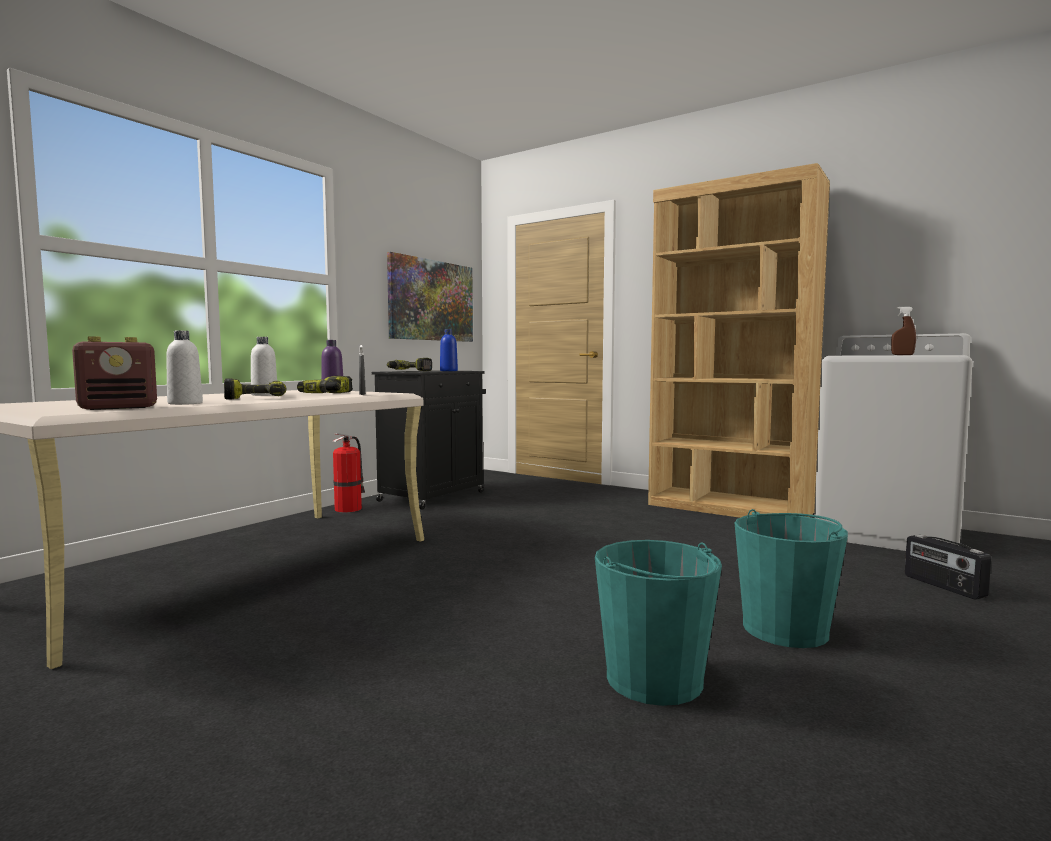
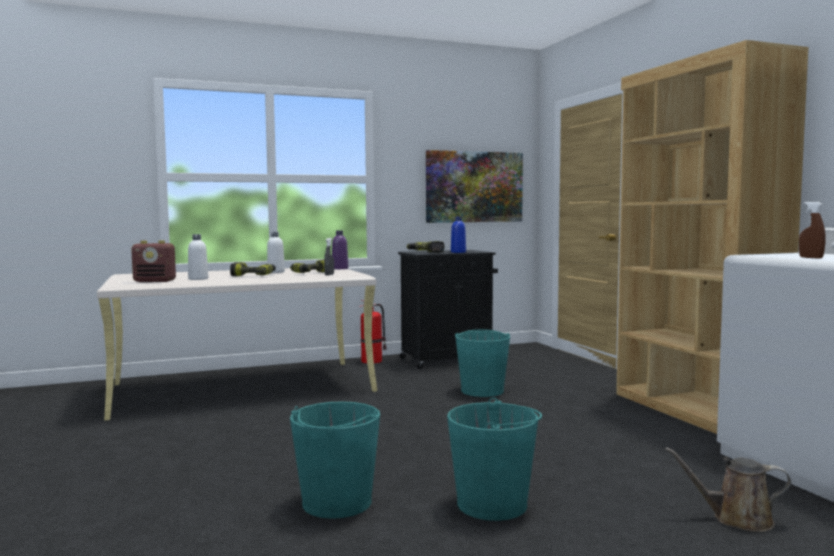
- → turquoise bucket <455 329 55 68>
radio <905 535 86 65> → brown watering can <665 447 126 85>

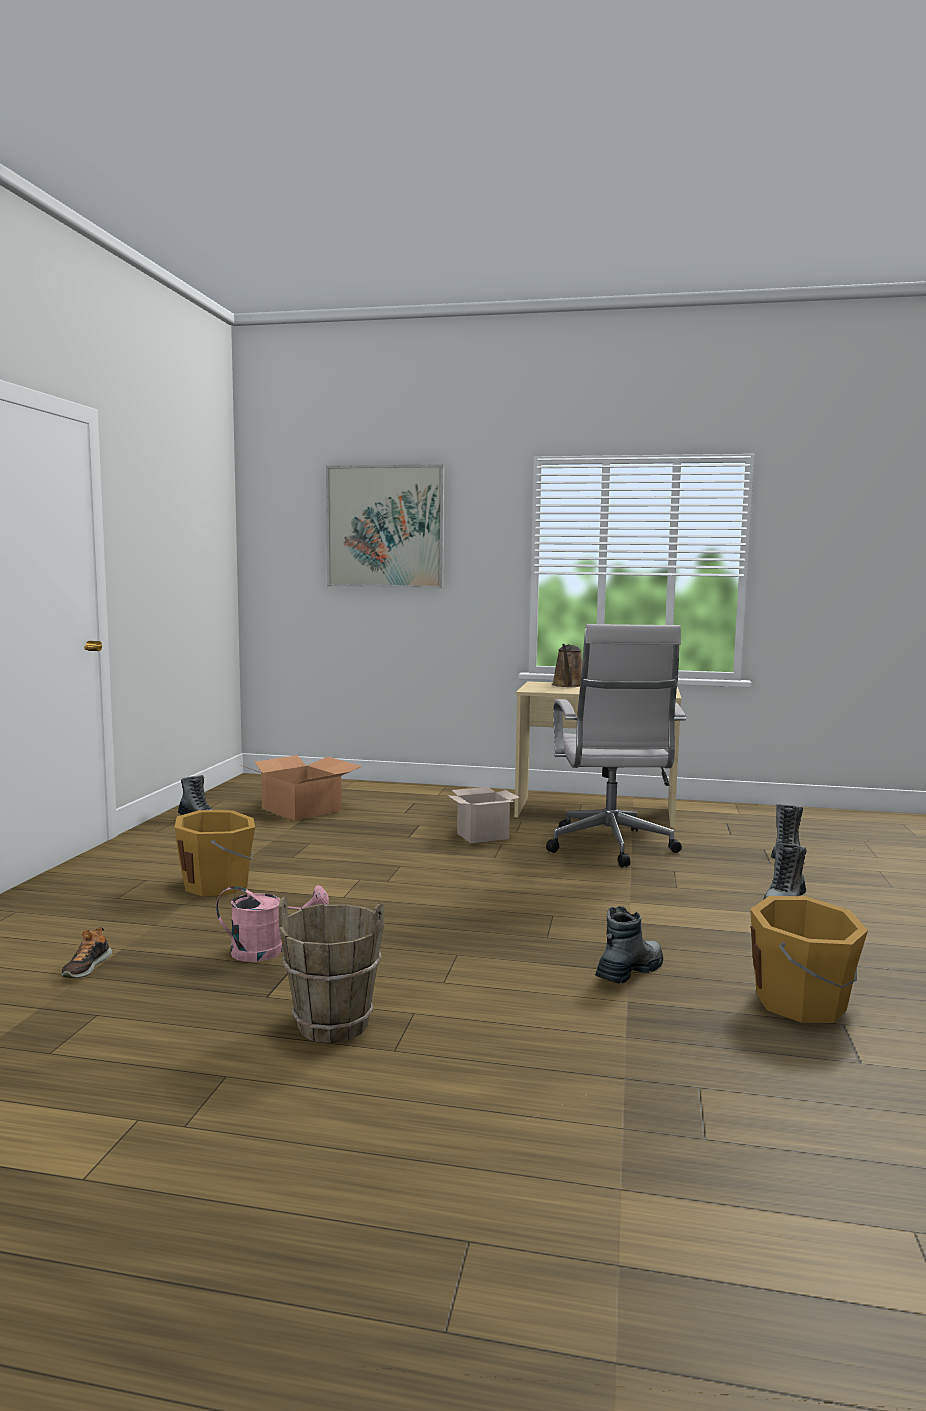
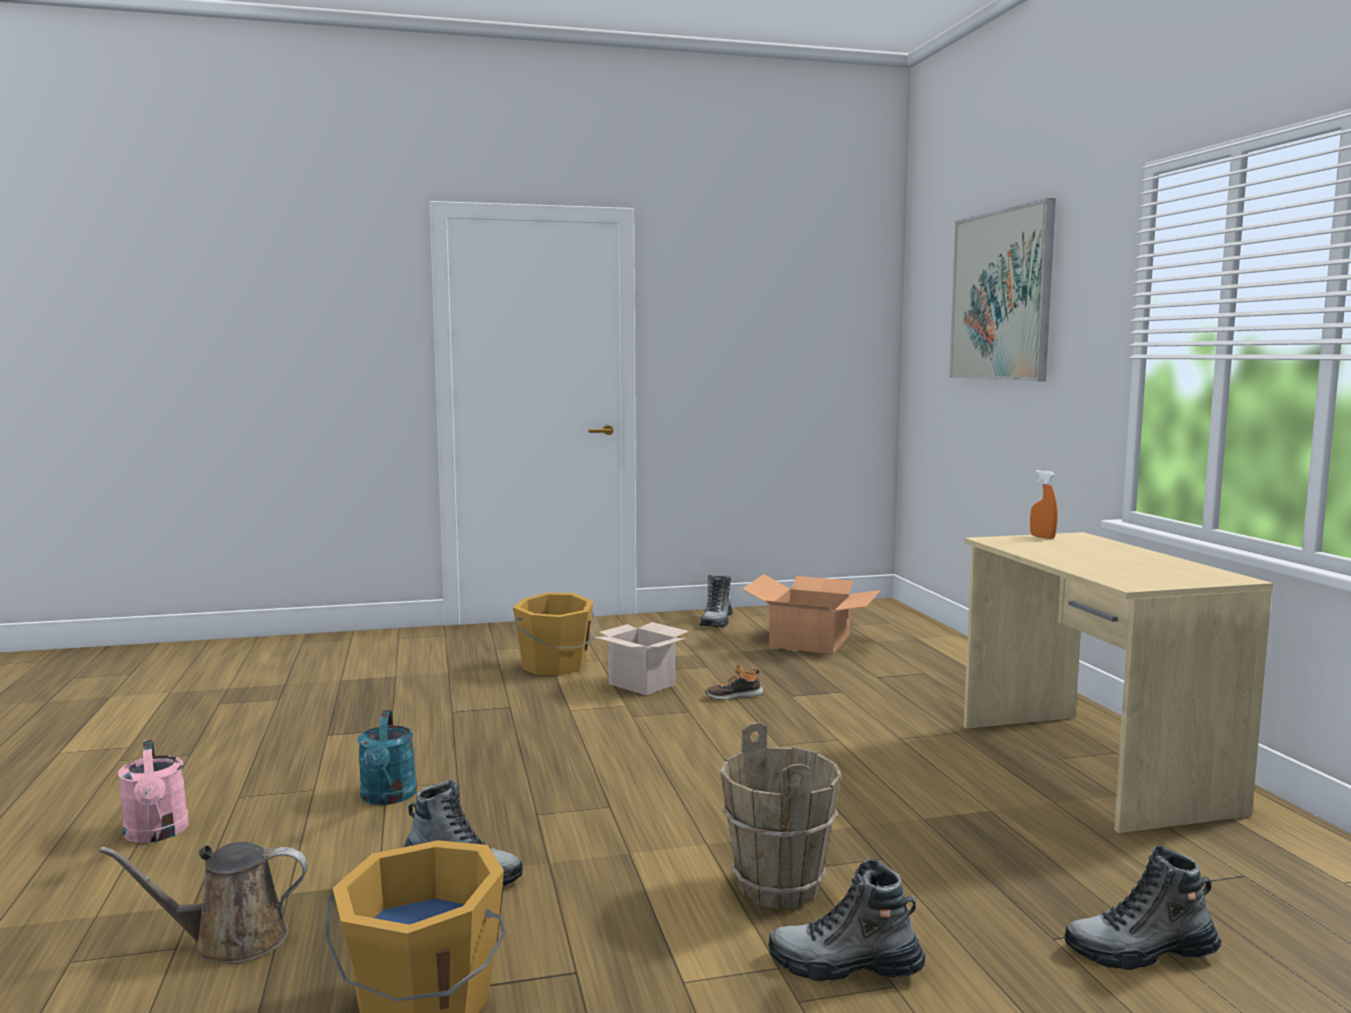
brown watering can <552 644 31 43> → brown watering can <99 842 209 122>, move
pink watering can <216 885 113 77> → pink watering can <118 739 71 104>, move
- → turquoise watering can <357 710 60 95>
cardboard box <447 787 73 56> → cardboard box <594 622 95 73>, move
shoe <61 927 51 51> → shoe <705 665 58 35>, move
brown bucket <279 897 105 146> → brown bucket <720 722 122 187>, move
- → orange spray bottle <1030 470 28 69>
white office chair <546 624 140 243> → -

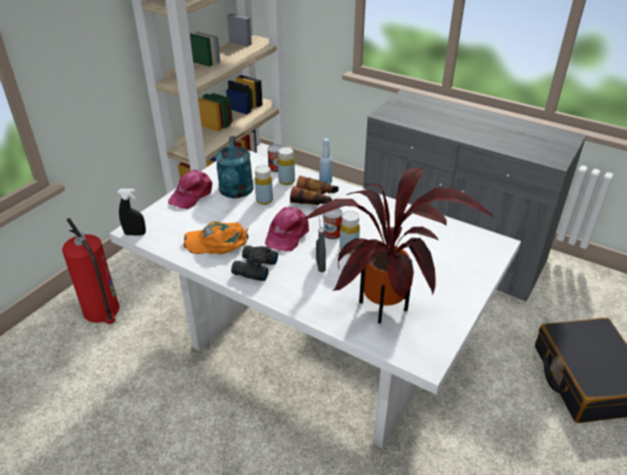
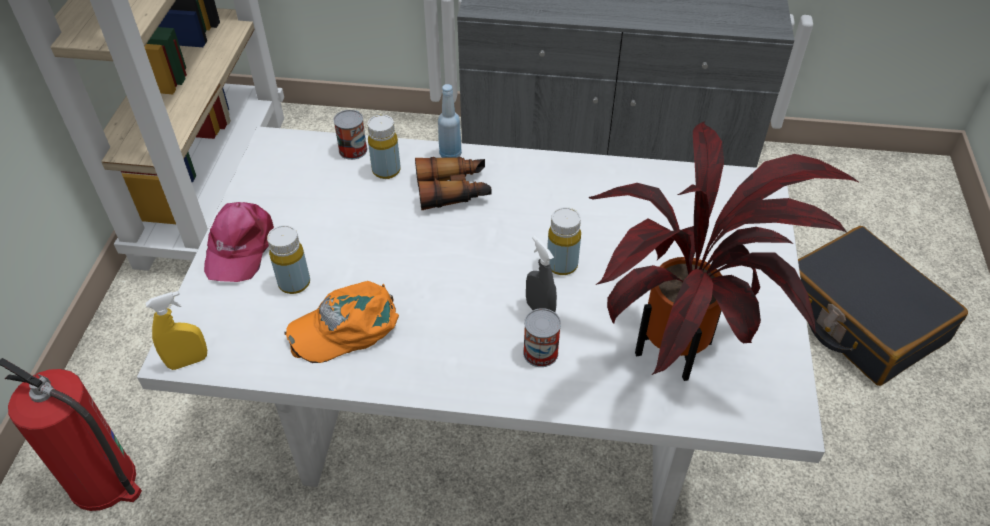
black spray bottle <118 189 28 46> → yellow spray bottle <146 291 61 79>
yellow bottle <255 165 18 40> → yellow bottle <267 225 43 69>, move
can <323 208 20 32> → can <523 308 38 59>, move
turquoise watering can <215 136 39 62> → -
black binoculars <231 245 47 36> → -
pink cap <265 207 44 44> → -

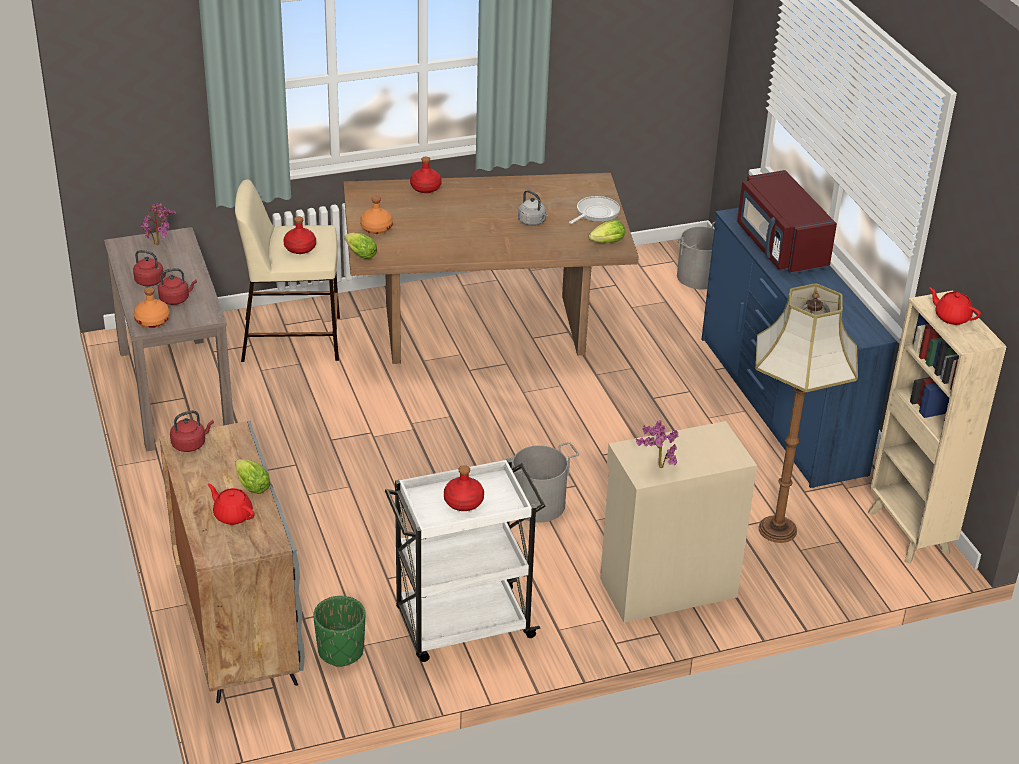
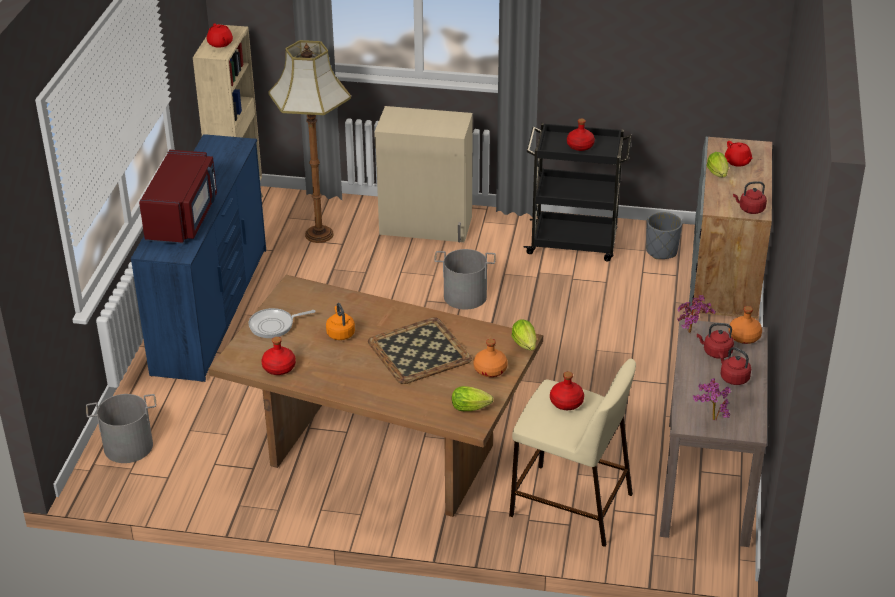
red bottle <410 157 32 36> → red bottle <261 337 35 38>, move
grey kettle <518 190 30 36> → orange kettle <326 303 29 37>
- → tray <368 317 104 67>
lettuce <588 220 37 23> → lettuce <452 386 42 25>, move
white cart <385 459 161 203> → black cart <524 123 108 139>
green planter <313 596 52 71> → grey planter <646 212 36 47>
potted plant <636 420 43 48> → potted plant <677 295 38 38>, move

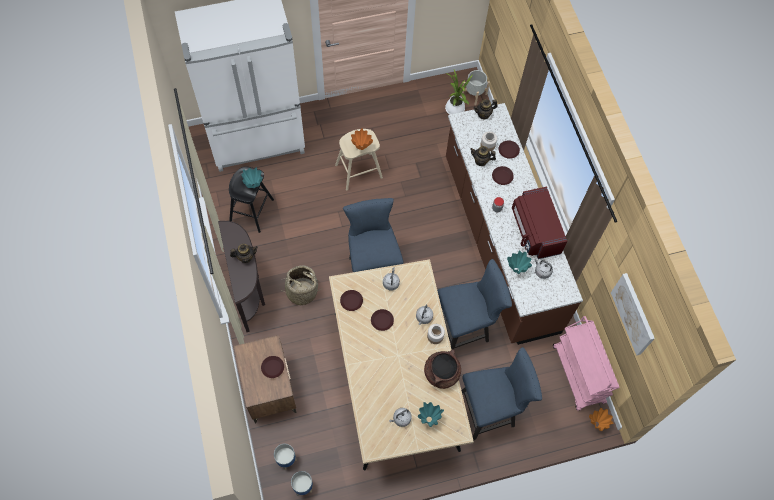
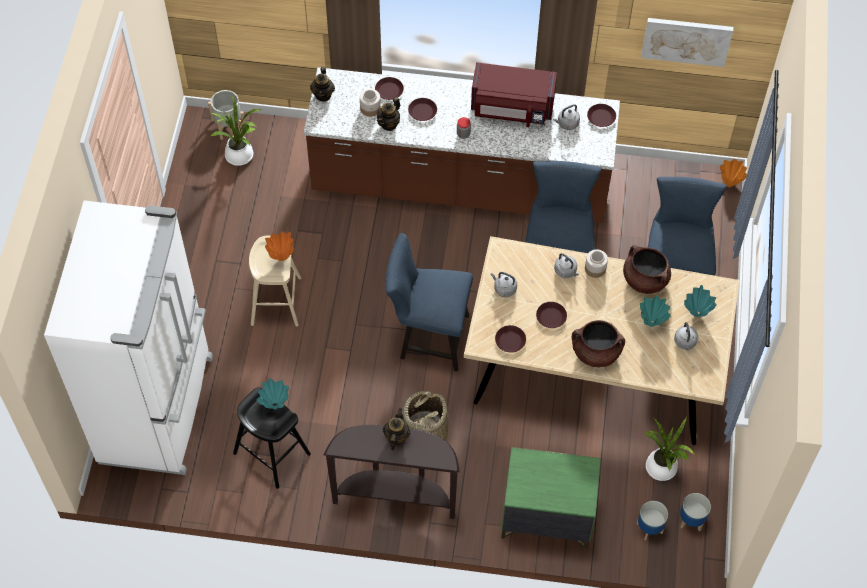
brown nightstand <234 335 63 88> → green nightstand <501 447 100 103>
- → brown cooking pot <572 320 53 47>
brown plate <261 356 23 22> → brown plate <587 104 29 23>, move
turquoise vase <507 250 25 24> → turquoise vase <640 296 31 31>, move
- → potted plant <645 417 50 64>
pink cart <553 316 67 95> → -

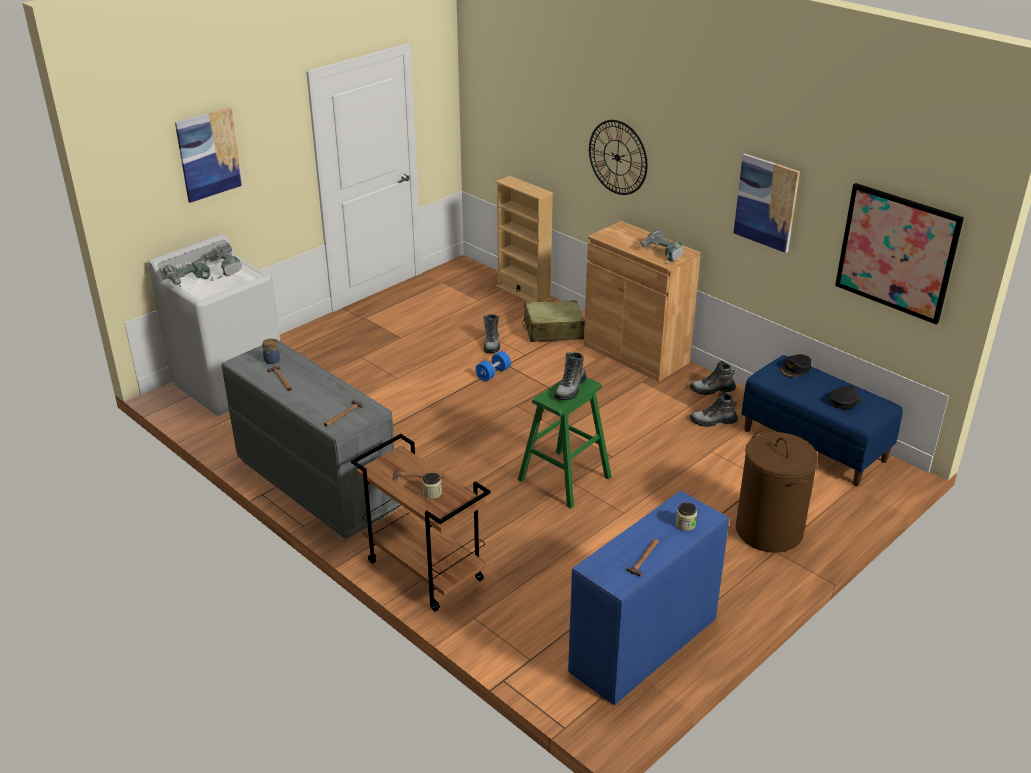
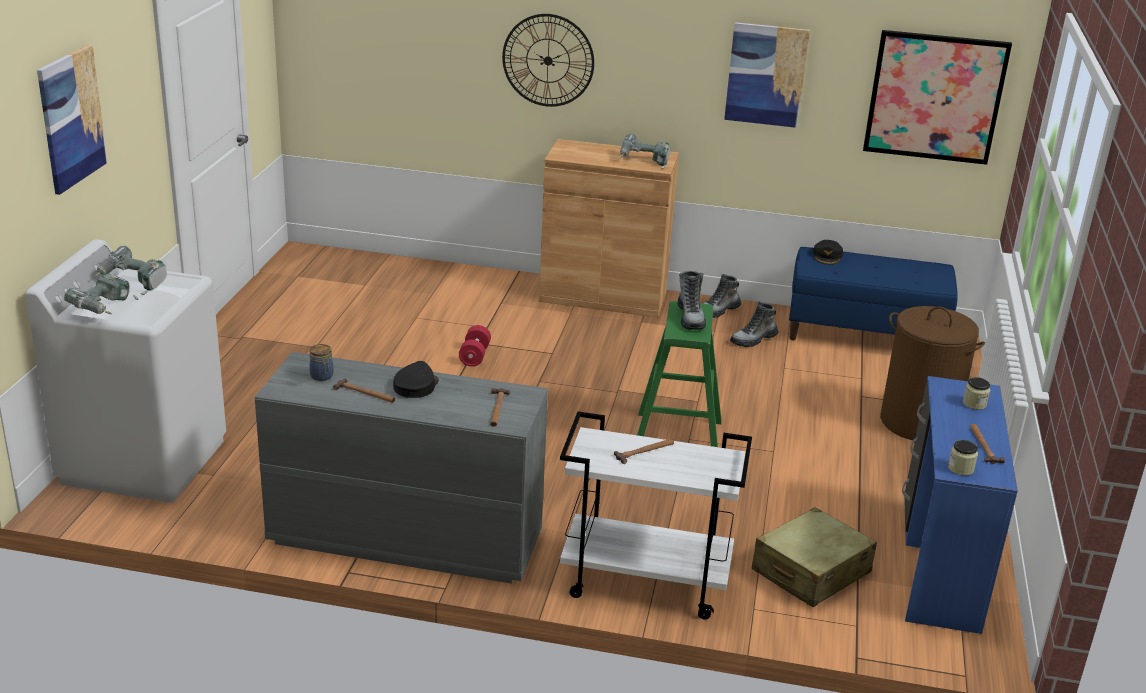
black cap <829 386 33 24> → black cap <393 361 46 37>, move
blue dumbbell <475 351 36 30> → red dumbbell <459 325 32 42>
brown cart <351 434 140 178> → white cart <560 412 192 207>
beige suitcase <522 300 63 42> → beige suitcase <752 507 125 100>, move
jar <422 473 20 26> → jar <948 440 30 36>, move
boot <484 314 16 39> → -
beige bookcase <496 176 57 126> → -

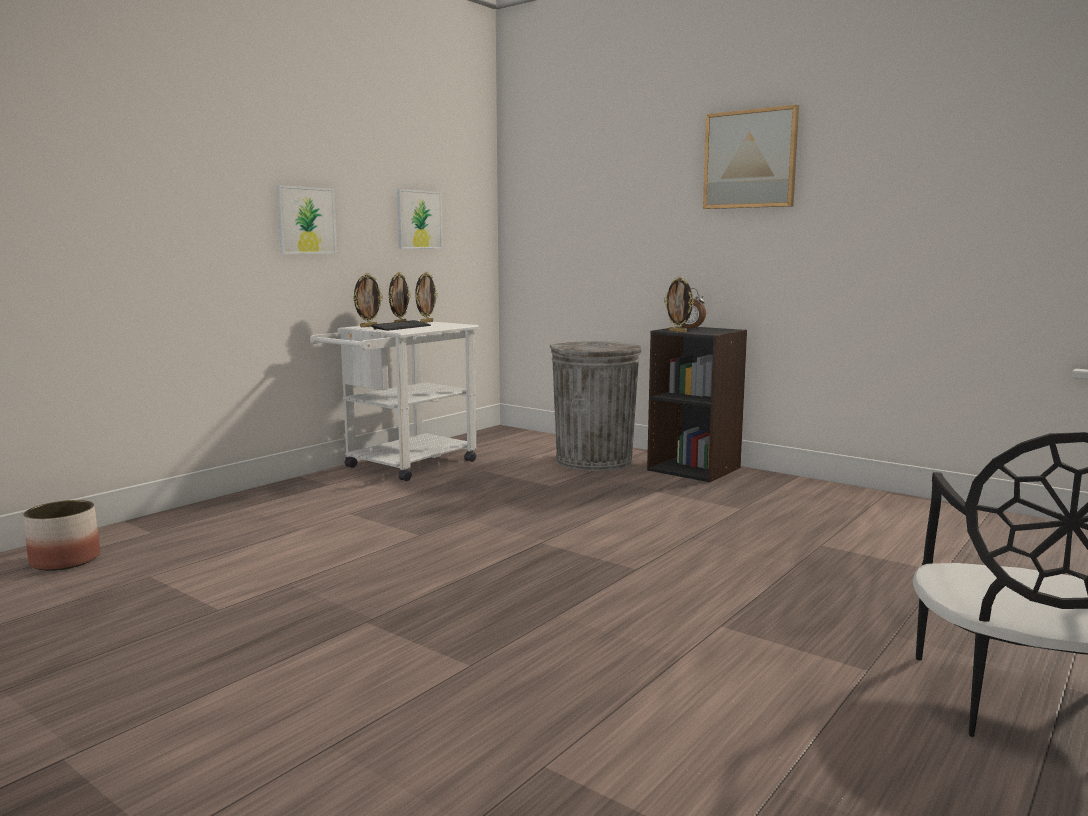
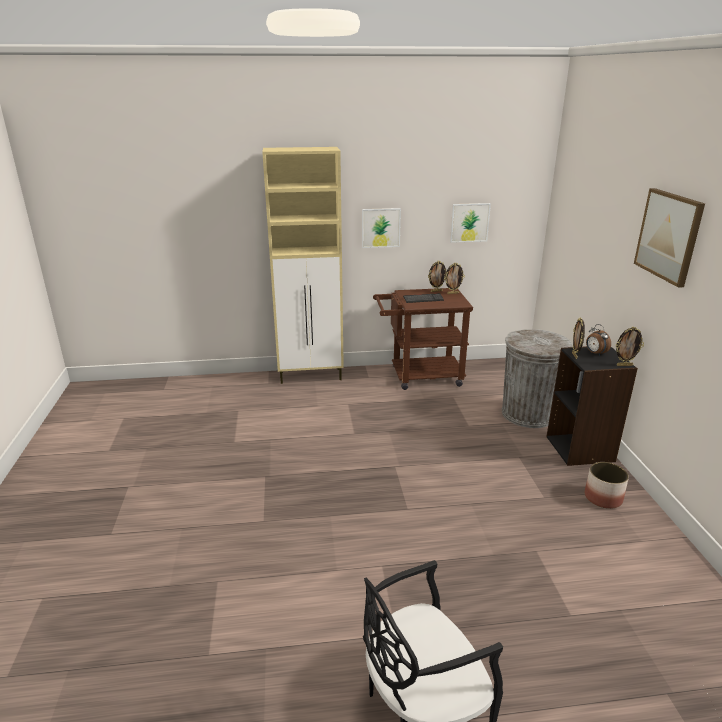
- → beige cabinet <262 147 82 237>
white cart <310 320 170 161> → brown cart <373 288 100 102>
planter <23 500 77 71> → planter <585 462 44 47>, move
picture frame <353 273 30 54> → picture frame <615 327 29 39>, move

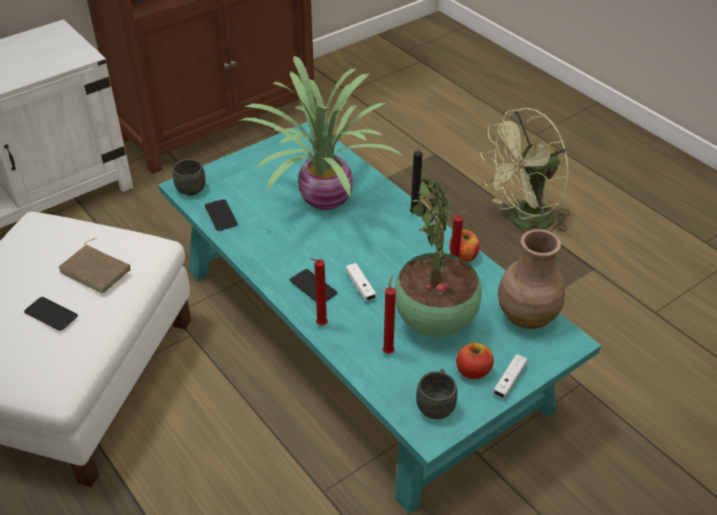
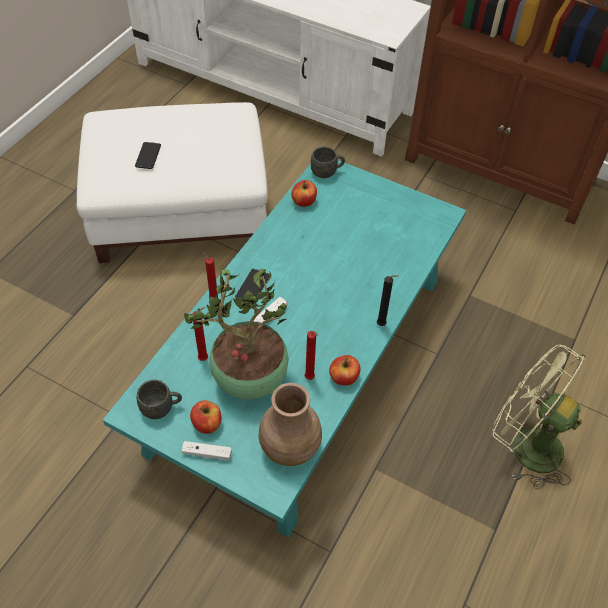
phone <205 199 33 32> → apple <292 180 25 27>
brown book <59 238 72 56> → -
potted plant <239 56 165 154> → -

